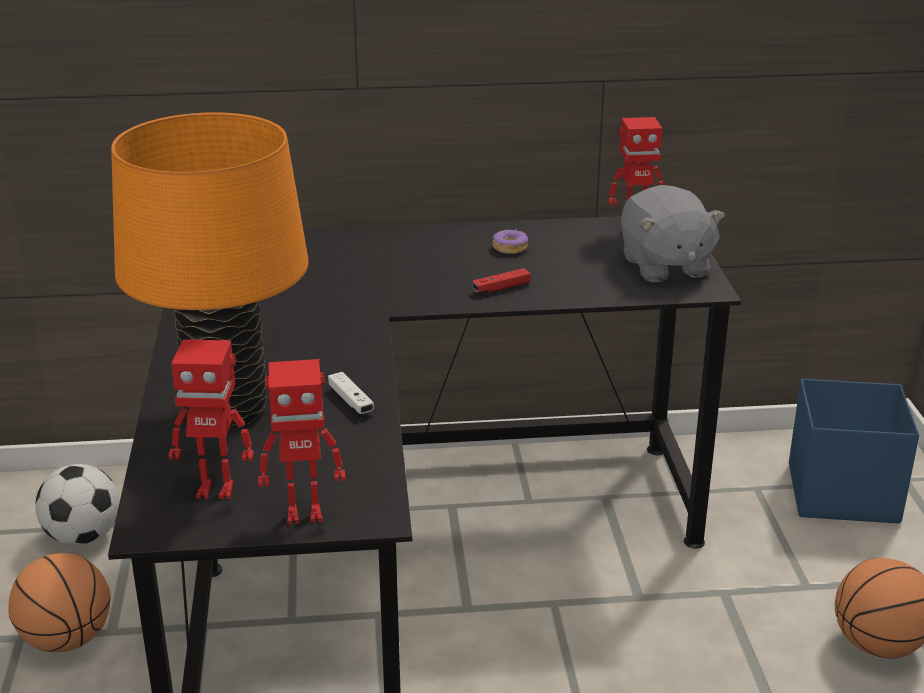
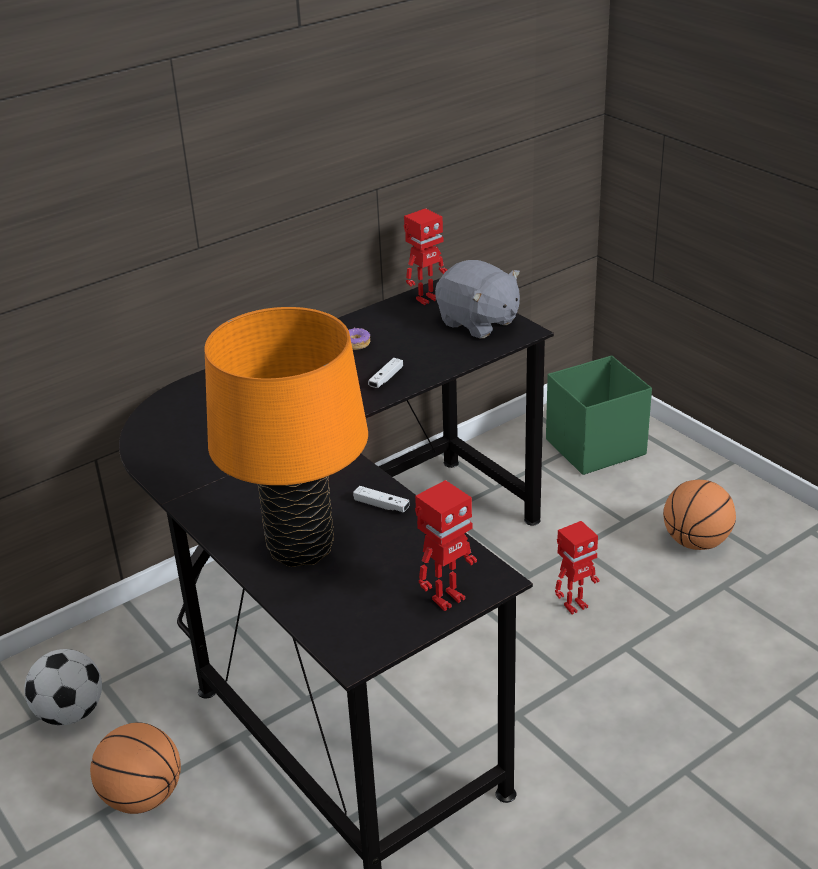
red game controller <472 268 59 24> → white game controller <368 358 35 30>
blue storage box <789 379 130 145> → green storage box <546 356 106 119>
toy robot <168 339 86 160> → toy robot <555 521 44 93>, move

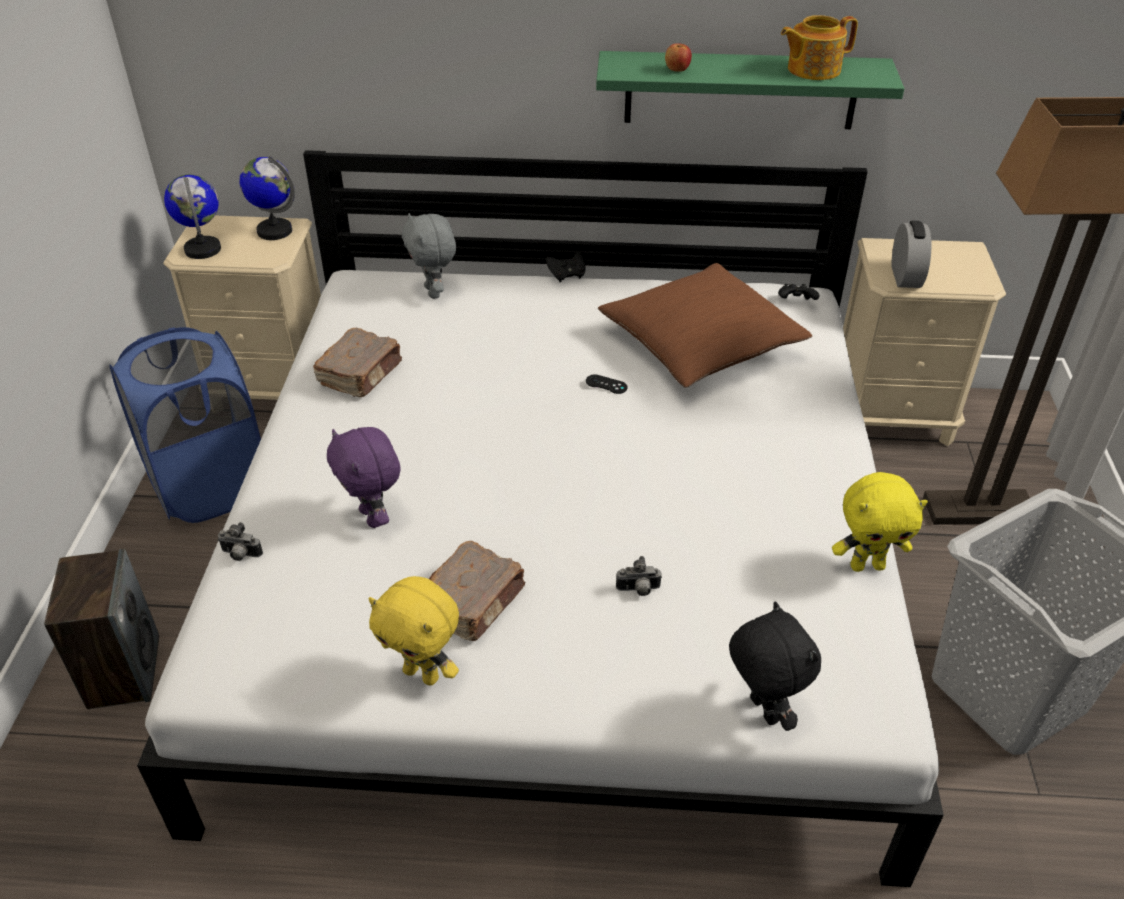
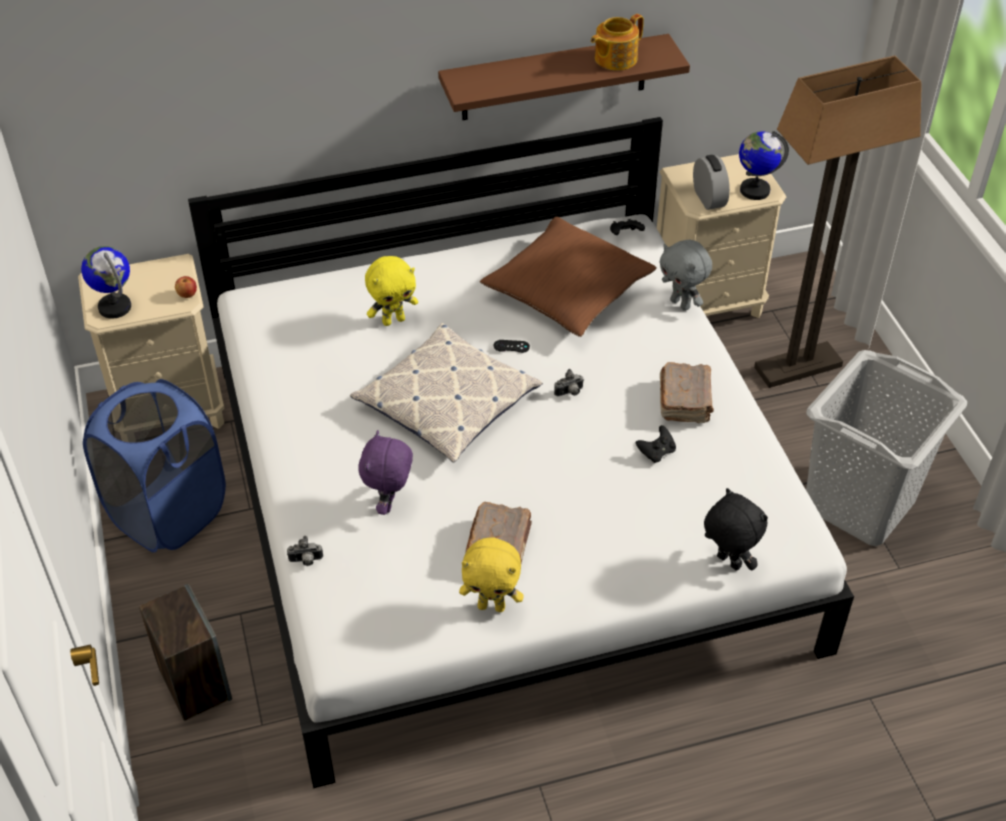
apple <665 43 27 29> → apple <175 276 22 22>, move
- → pillow <350 323 193 140>
purple plush toy <327 427 73 101> → purple plush toy <358 430 55 85>, 60 degrees clockwise
yellow plush toy <832 472 96 100> → yellow plush toy <365 256 53 70>, move
green shelf <596 51 308 78> → brown shelf <438 34 252 86>
photo camera <616 556 46 40> → photo camera <554 369 30 27>, move
black game controller <546 252 39 30> → black game controller <635 425 41 38>, move
grey plush toy <402 213 54 86> → grey plush toy <659 240 53 71>, move
brown book <313 328 89 69> → brown book <660 362 54 61>, move
globe <239 156 56 84> → globe <739 131 50 69>, move

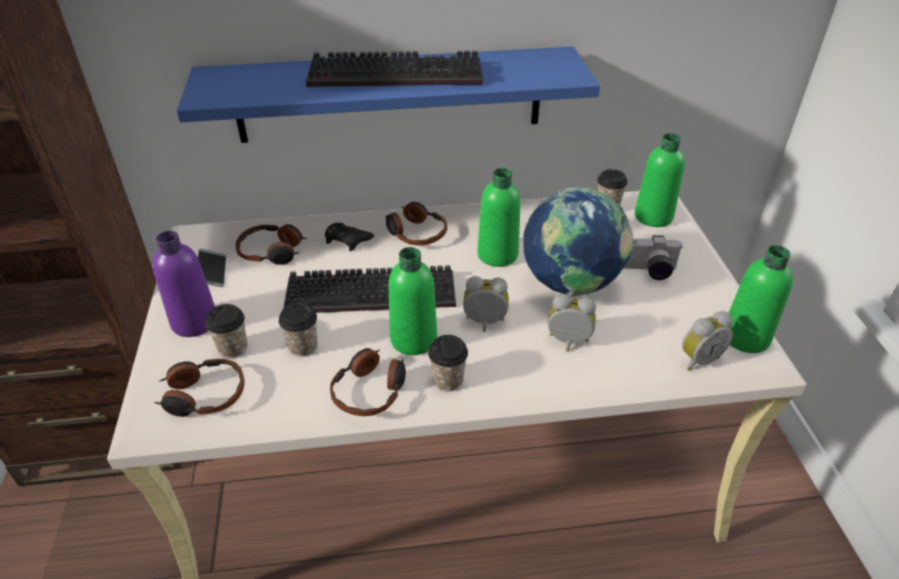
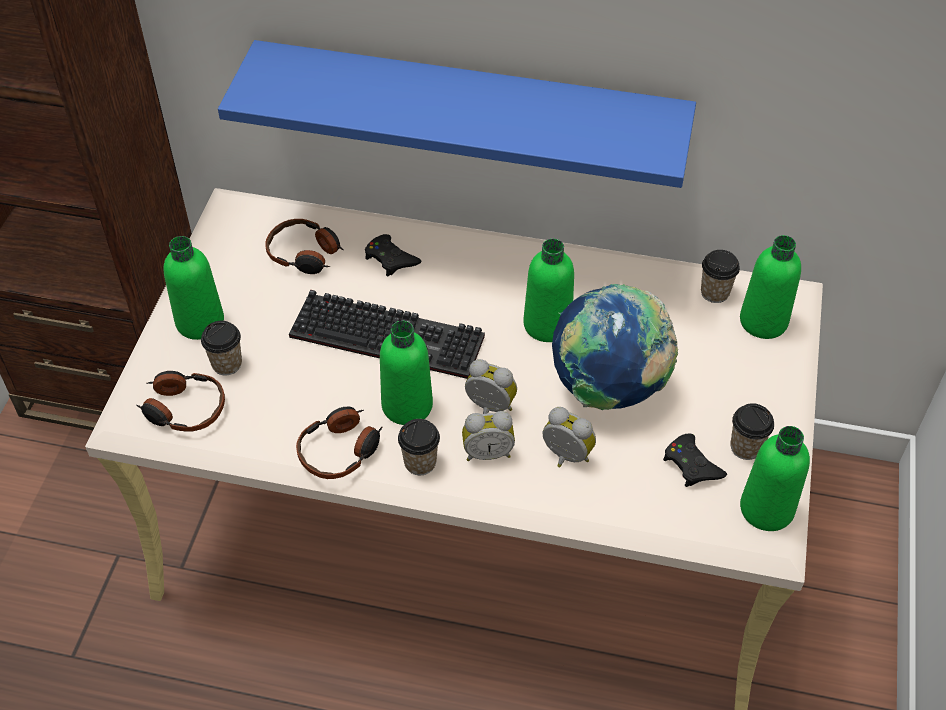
purple bottle <153 231 62 106> → green bottle <164 236 60 104>
alarm clock <682 311 51 59> → alarm clock <462 411 53 50>, move
- → black game controller <663 434 64 53>
cup <279 302 39 55> → cup <730 403 44 57>, move
phone <198 248 28 39> → -
keyboard <306 51 177 36> → -
headphones <385 202 62 43> → -
photo camera <624 235 58 45> → -

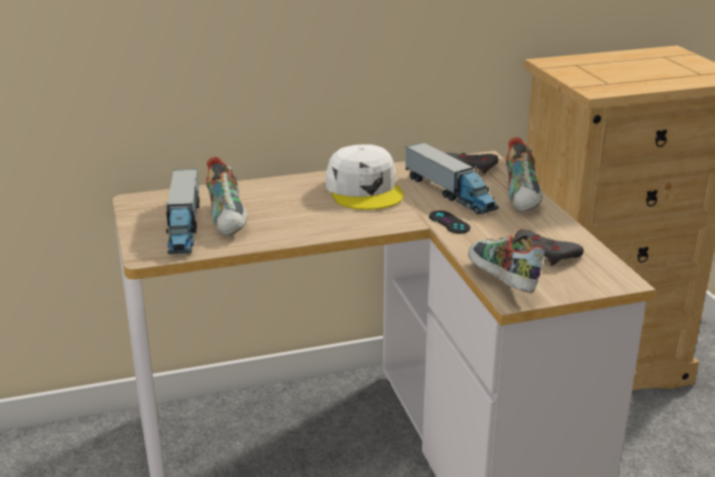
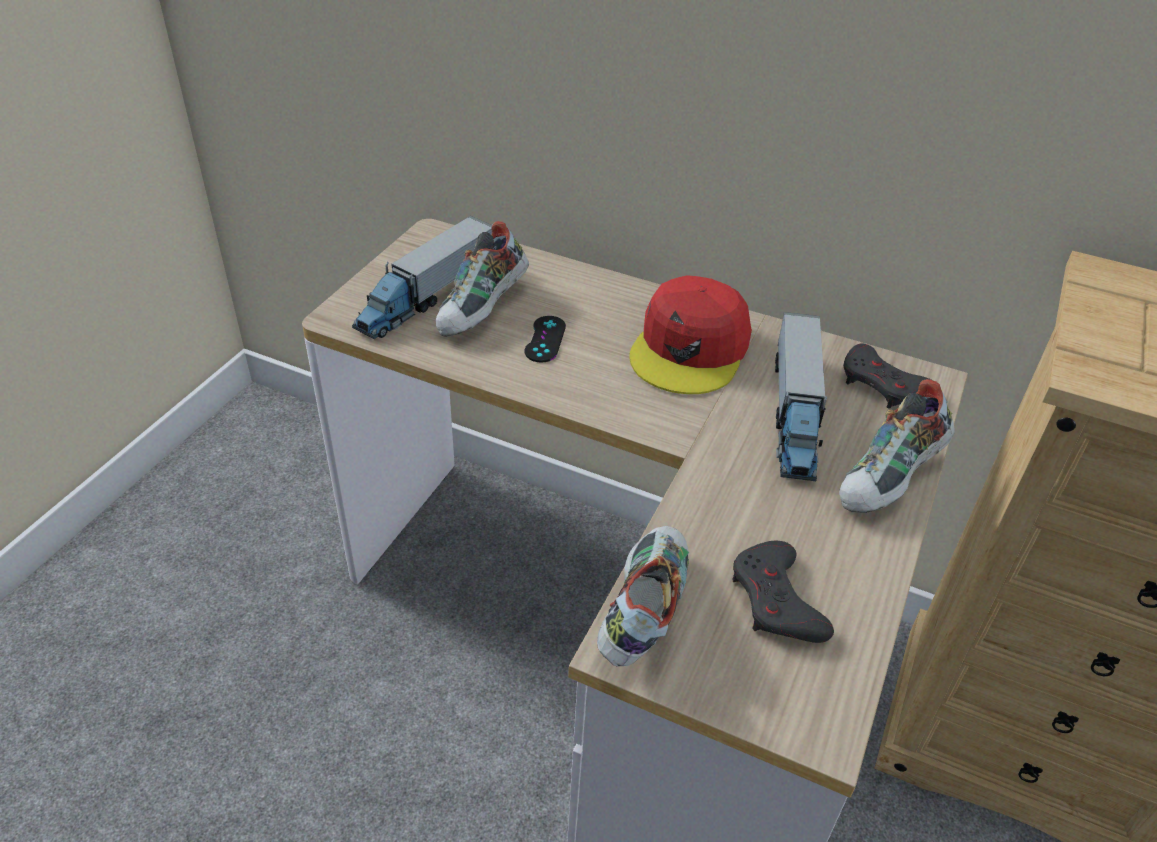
black game controller <429 211 41 22> → black game controller <525 316 41 47>, move
white cap <326 144 78 66> → red cap <629 275 123 119>

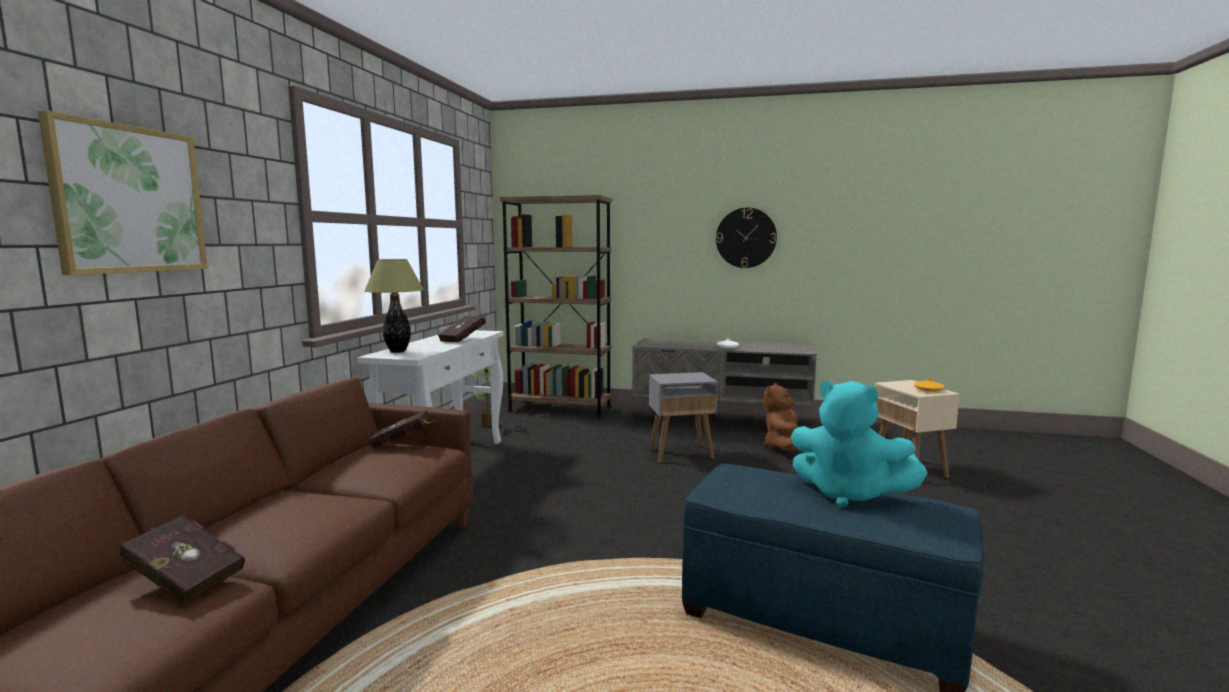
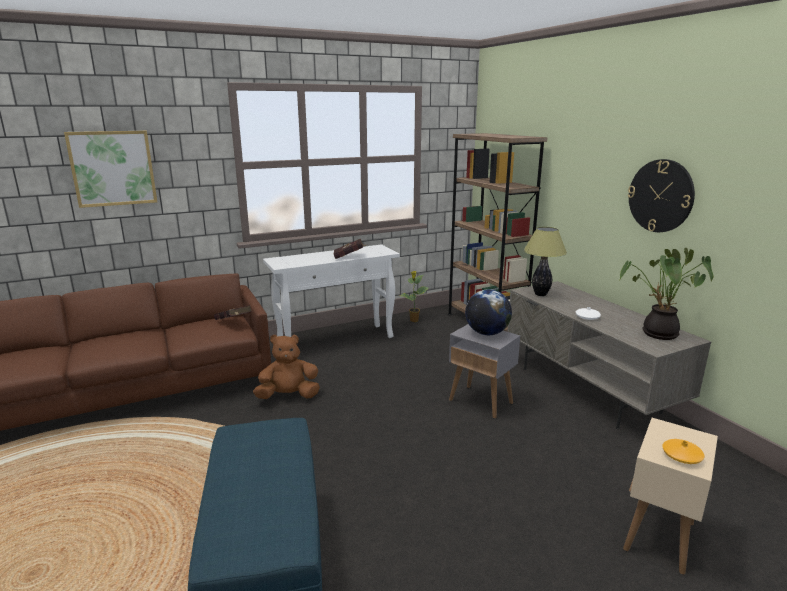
brown plush toy <764 383 34 68> → brown plush toy <253 334 67 65>, move
- → globe <465 289 47 46>
table lamp <364 259 60 94> → table lamp <524 227 43 69>, move
- → potted plant <620 248 94 92>
red book <119 515 126 90> → -
turquoise plush toy <791 381 137 127> → -

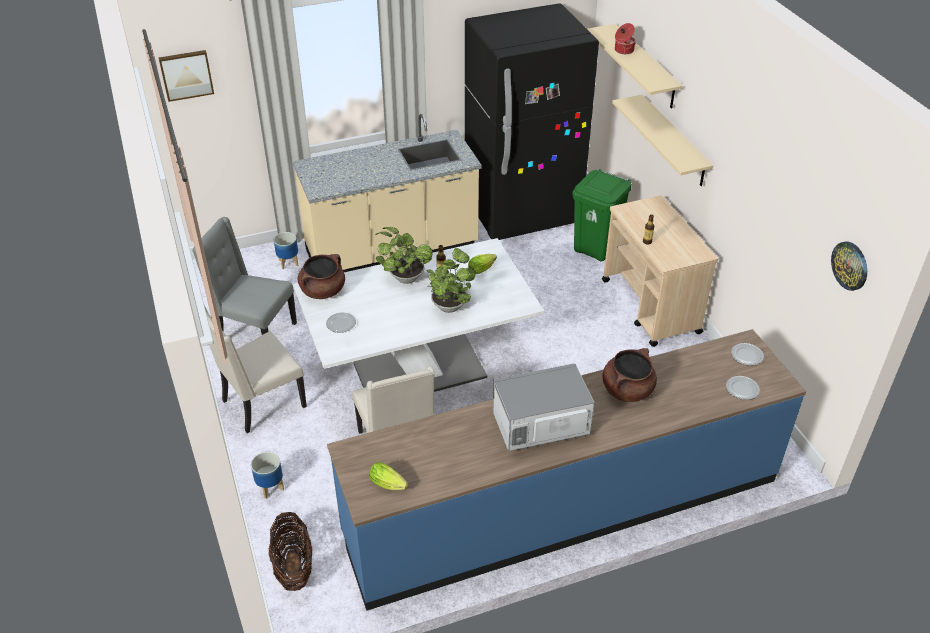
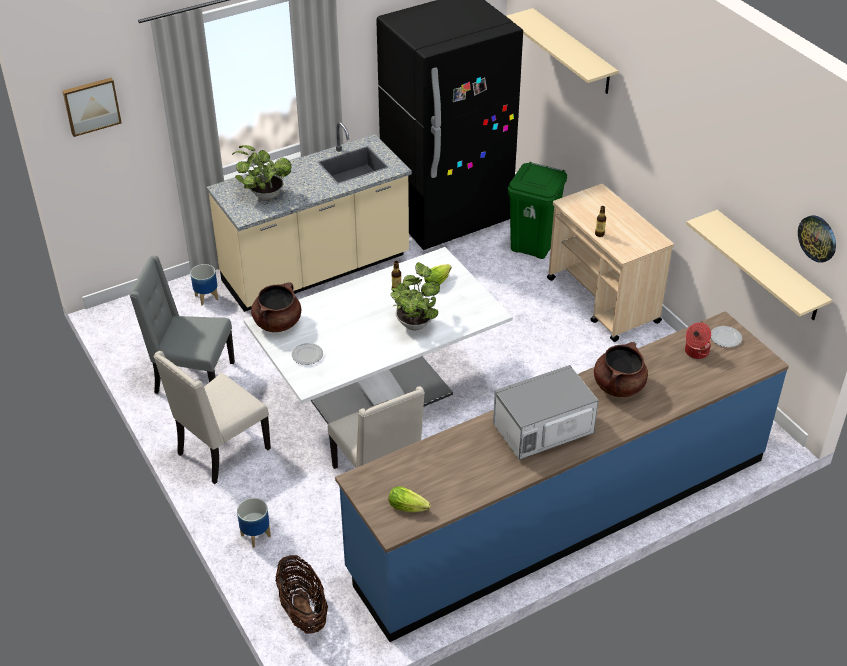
potted plant <376 227 57 57> → potted plant <232 145 59 55>, move
cooking pot <615 23 21 31> → cooking pot <685 322 26 37>, move
beige shelf <612 95 101 91> → beige shelf <686 210 146 111>, move
plate <726 376 34 24> → -

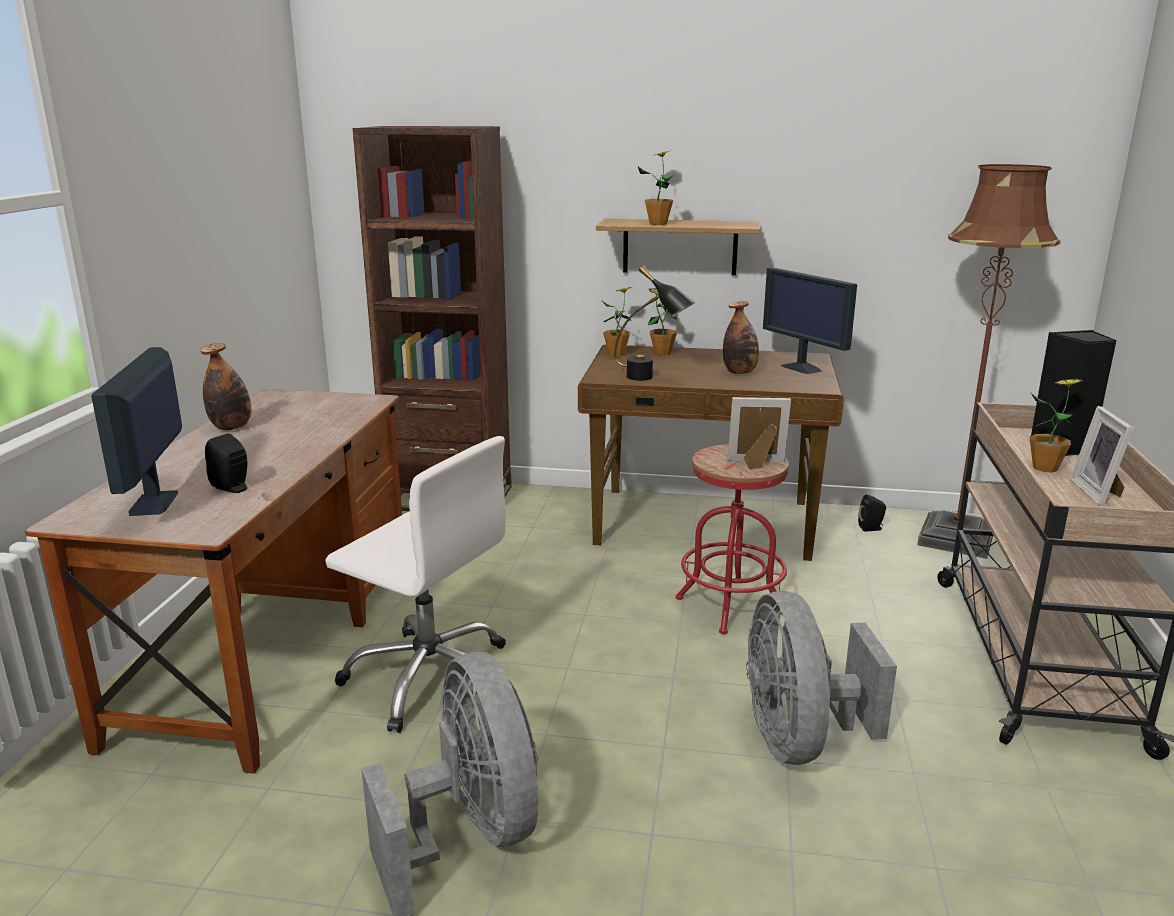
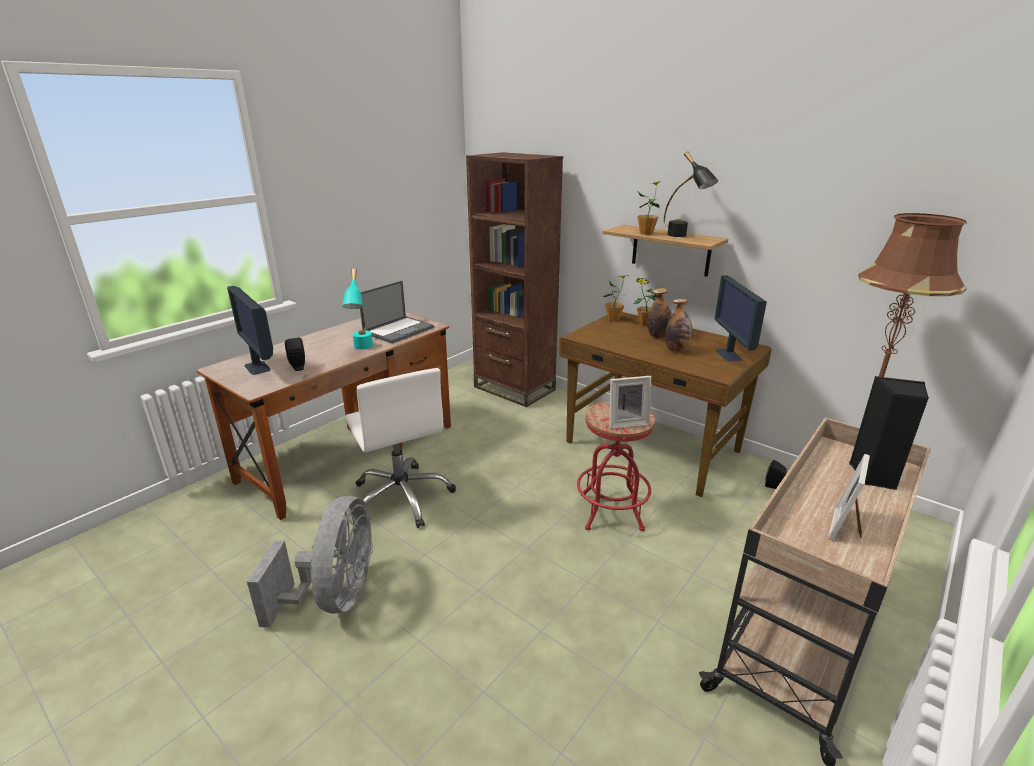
monitor <91 347 91 169> → monitor <227 286 46 89>, 60 degrees counterclockwise
- → turquoise table lamp <342 269 31 80>
- → laptop <360 281 74 63>
picture frame <728 397 63 72> → picture frame <609 376 42 53>, 135 degrees clockwise
bottle <200 343 51 87> → bottle <647 288 25 51>, move
black table lamp <614 265 81 116> → black table lamp <664 151 54 86>, move
grey fan <746 591 151 174> → -
potted plant <1030 379 54 94> → -

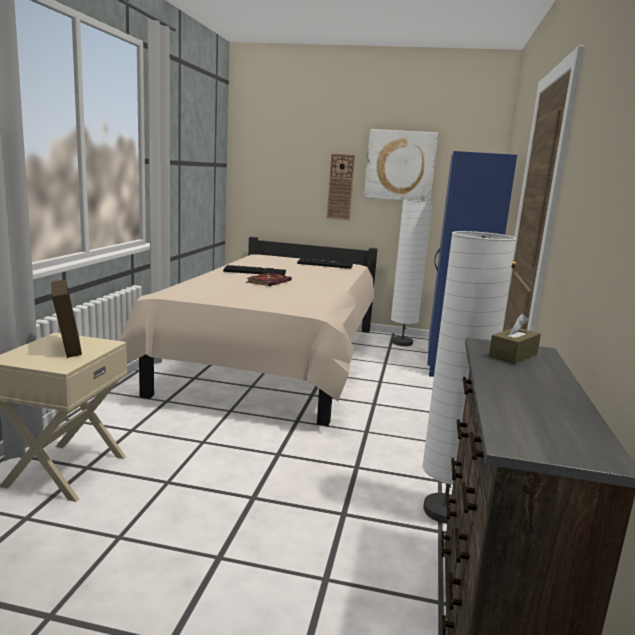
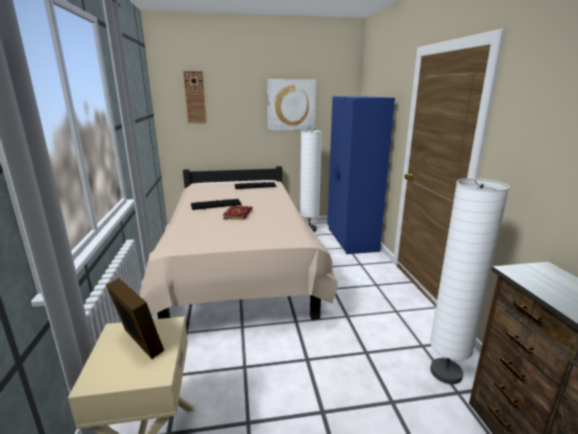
wall clock <327 153 28 67> → wall clock <183 71 24 53>, move
brown tissue box <489 313 52 51> → -

